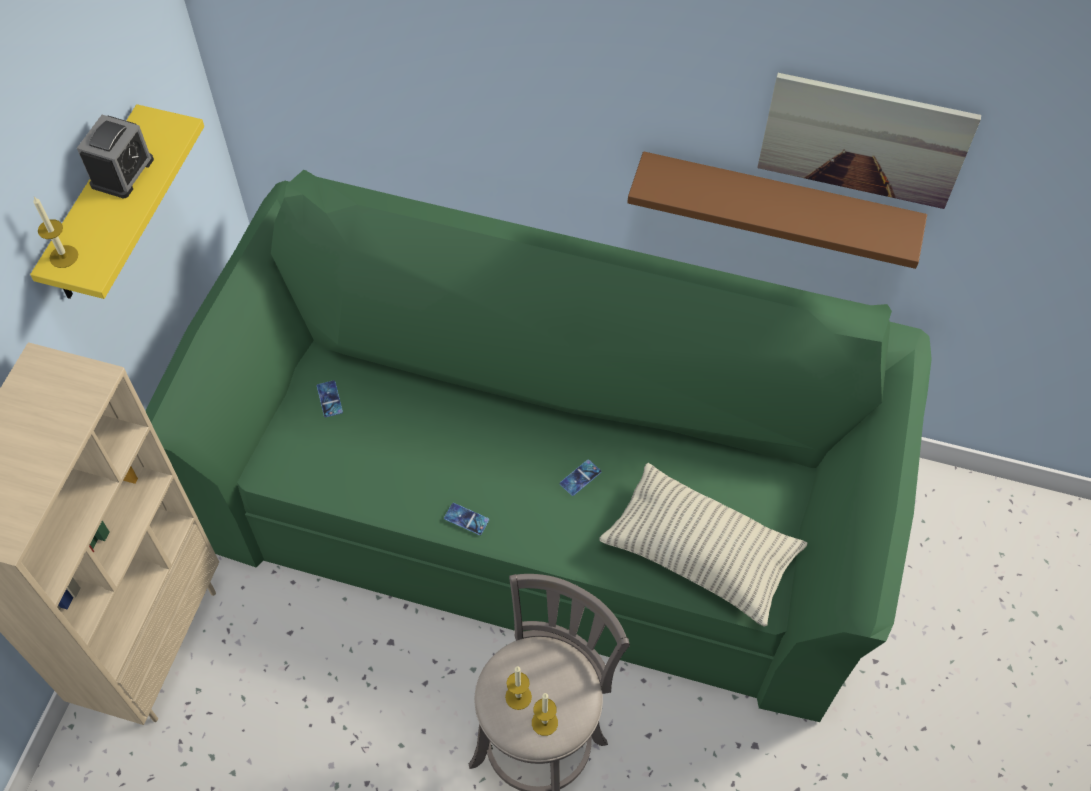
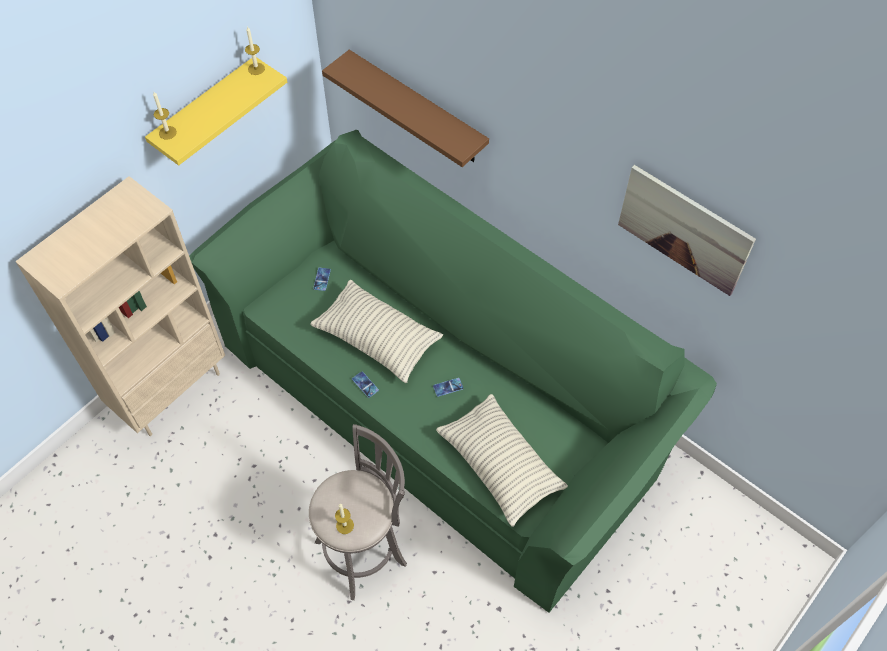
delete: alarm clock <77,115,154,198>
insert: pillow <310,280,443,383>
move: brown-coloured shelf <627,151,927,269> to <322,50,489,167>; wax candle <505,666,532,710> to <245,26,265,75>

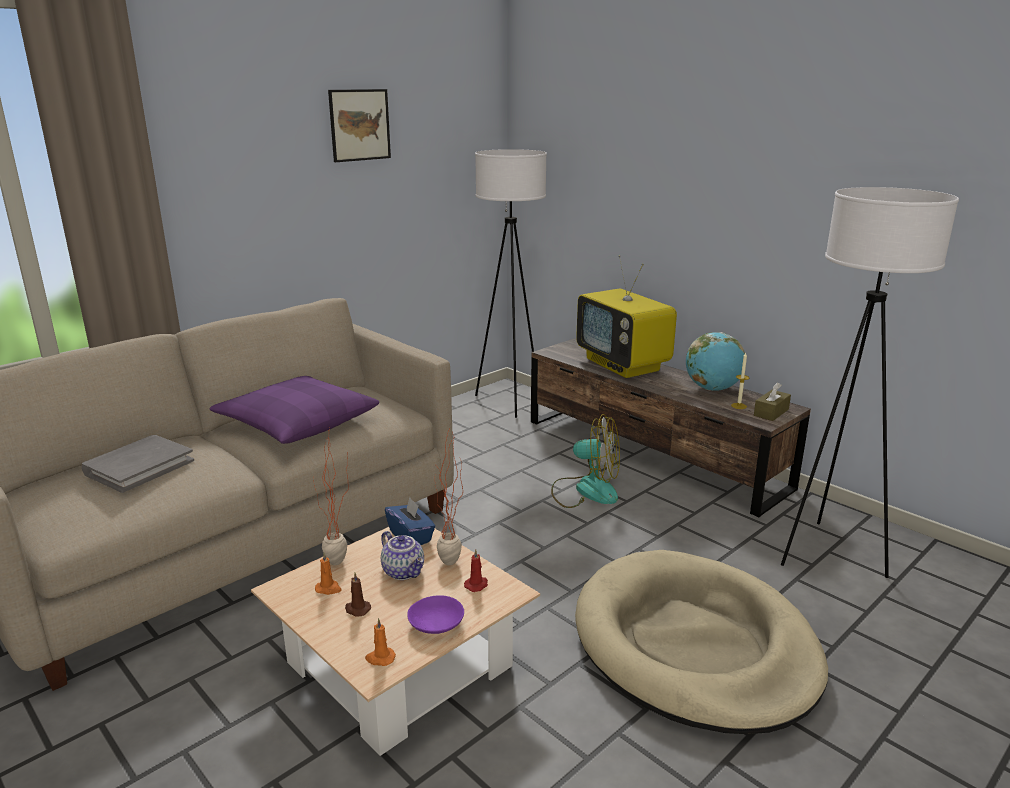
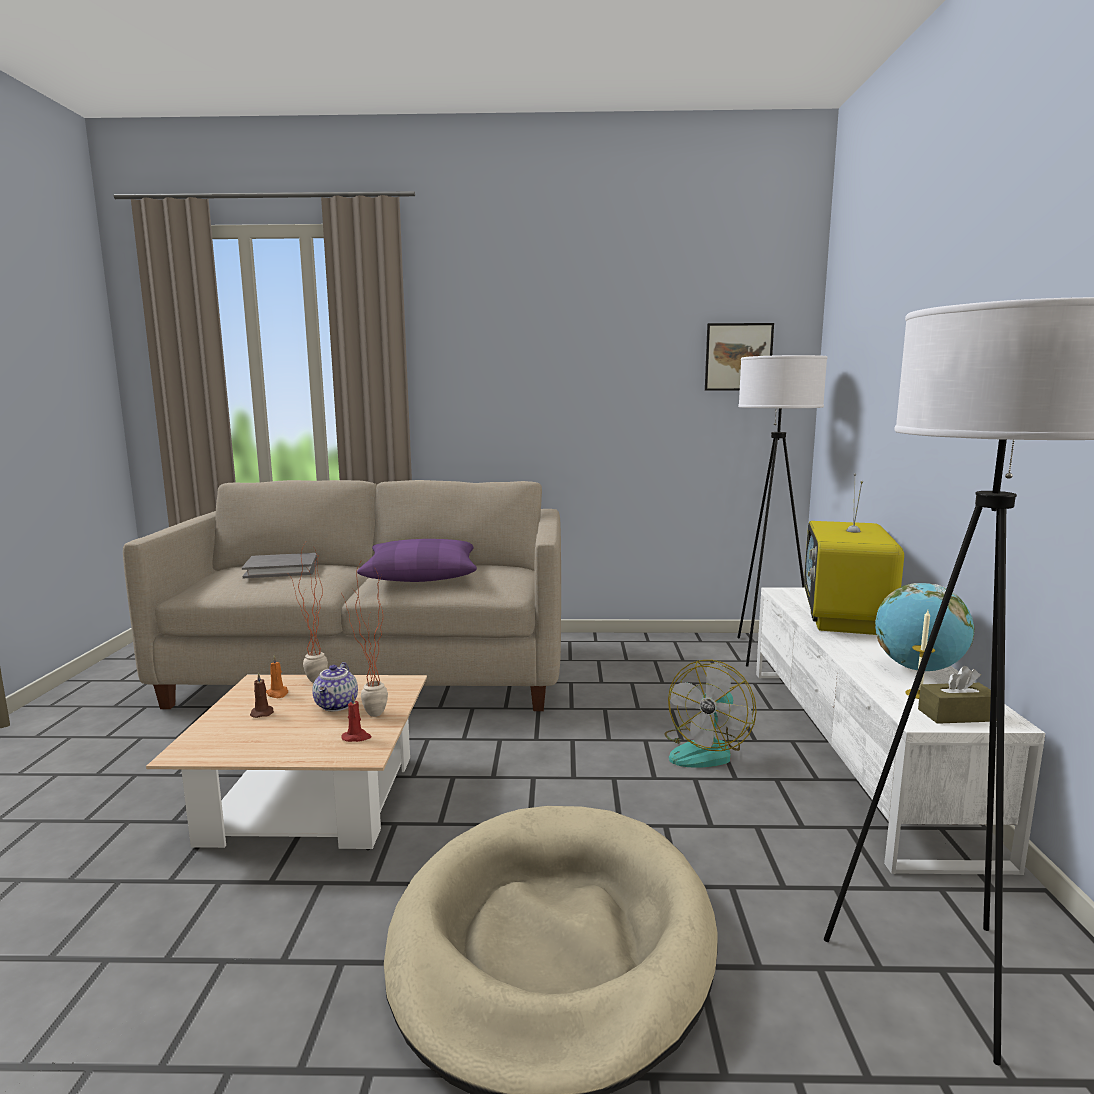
delete: blue-coloured box of tissues <385,497,435,545>; purple-coloured serving bowl <407,595,464,634>; orange-coloured wax candle <365,618,396,666>
move: picture <328,89,391,162> to <705,323,774,391>
recolor: brown-coloured tv unit <531,338,811,517> to white-coloured tv unit <756,587,1045,875>
rotate: fan <551,414,620,508> = <664,660,757,768> 60 degrees clockwise

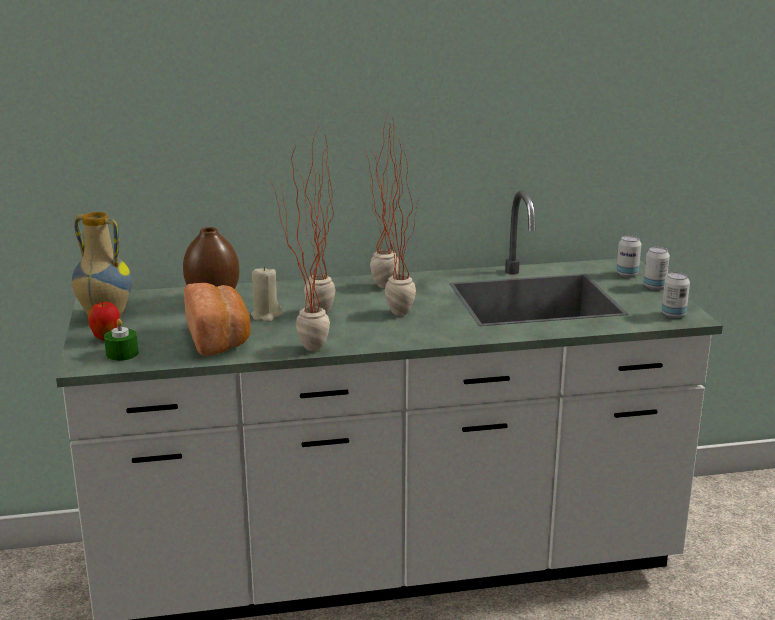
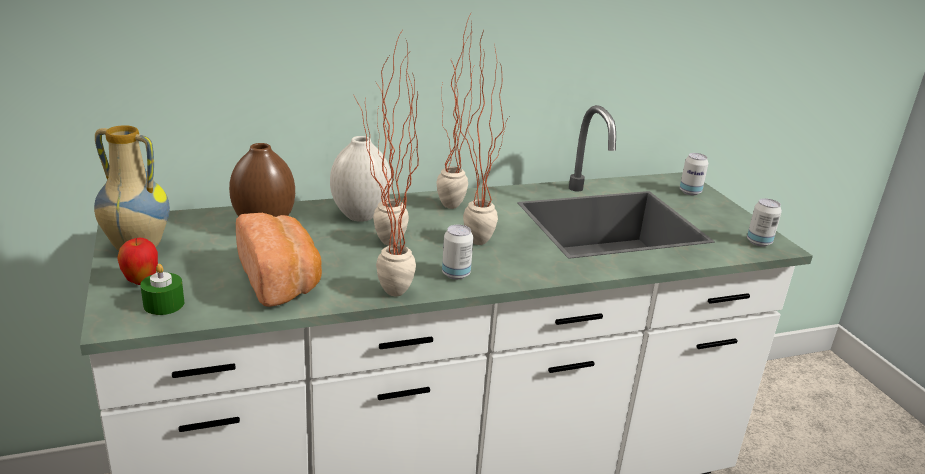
delete: sand-coloured wax candle <251,266,282,322>
insert: white-coloured decorative vase <330,136,392,222>
move: can <643,247,670,290> to <442,225,474,279>

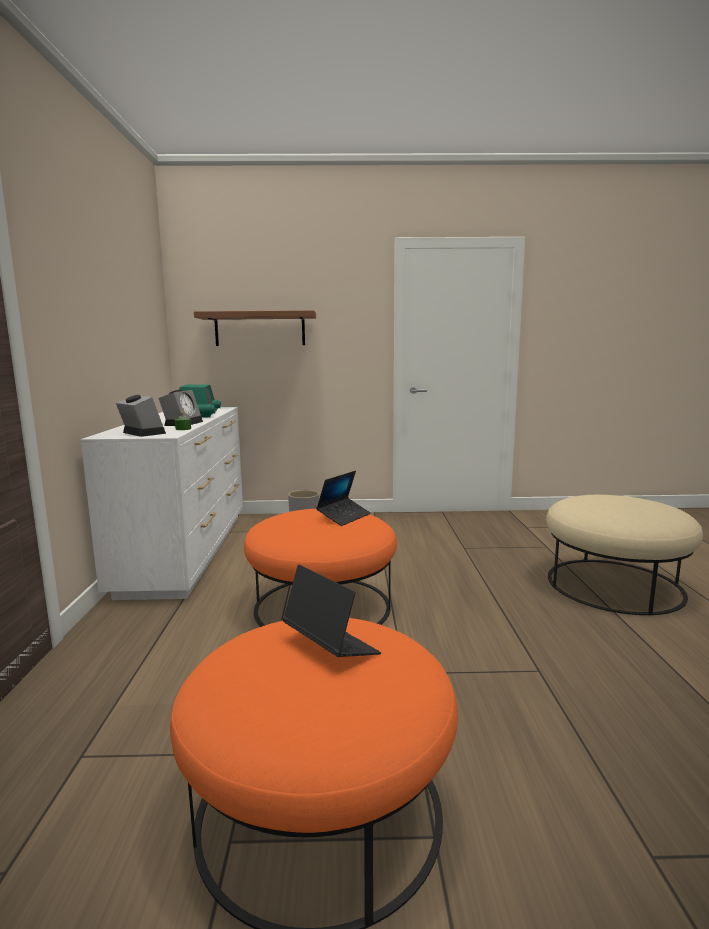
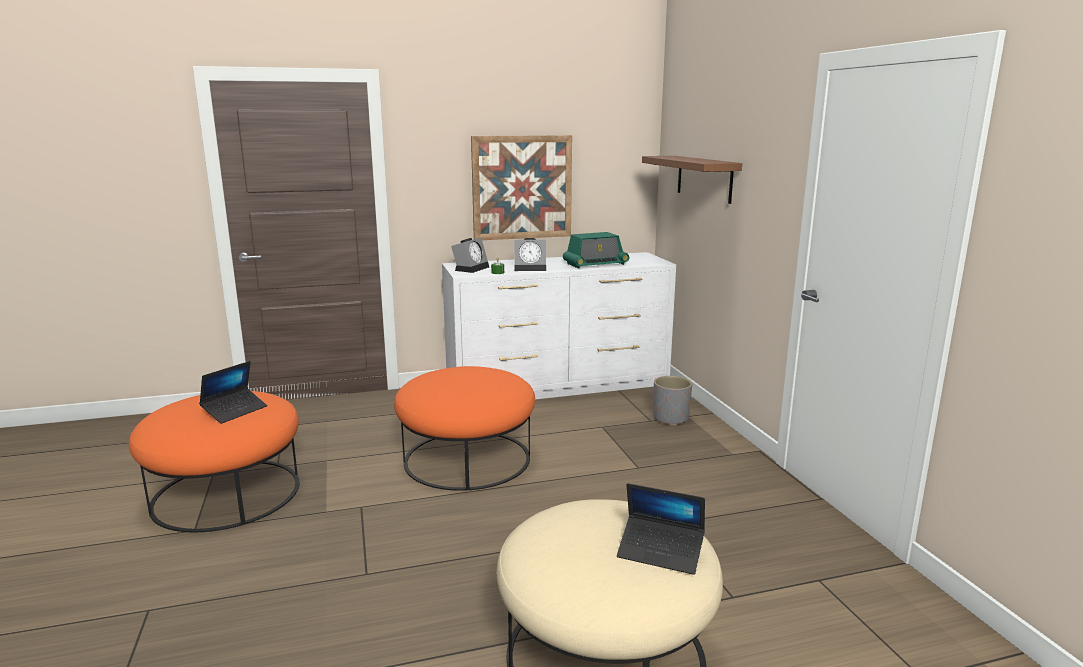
insert: picture <471,135,572,240>
move: laptop <316,471,371,526> to <617,483,705,575>

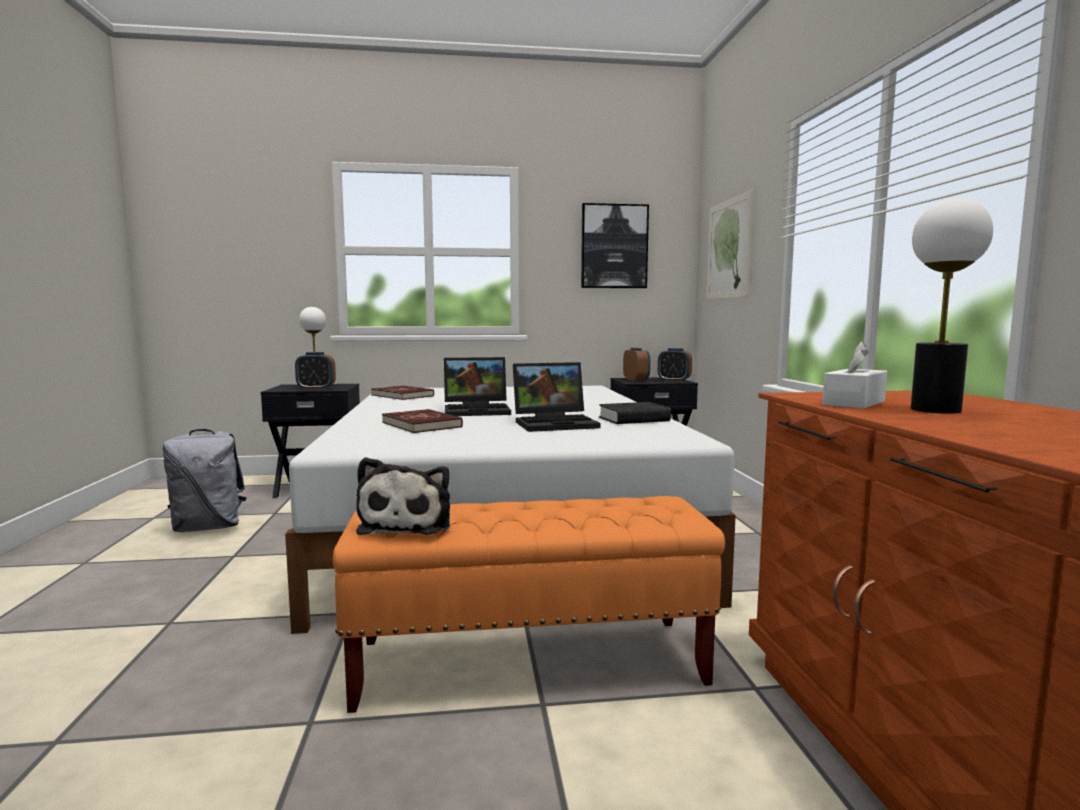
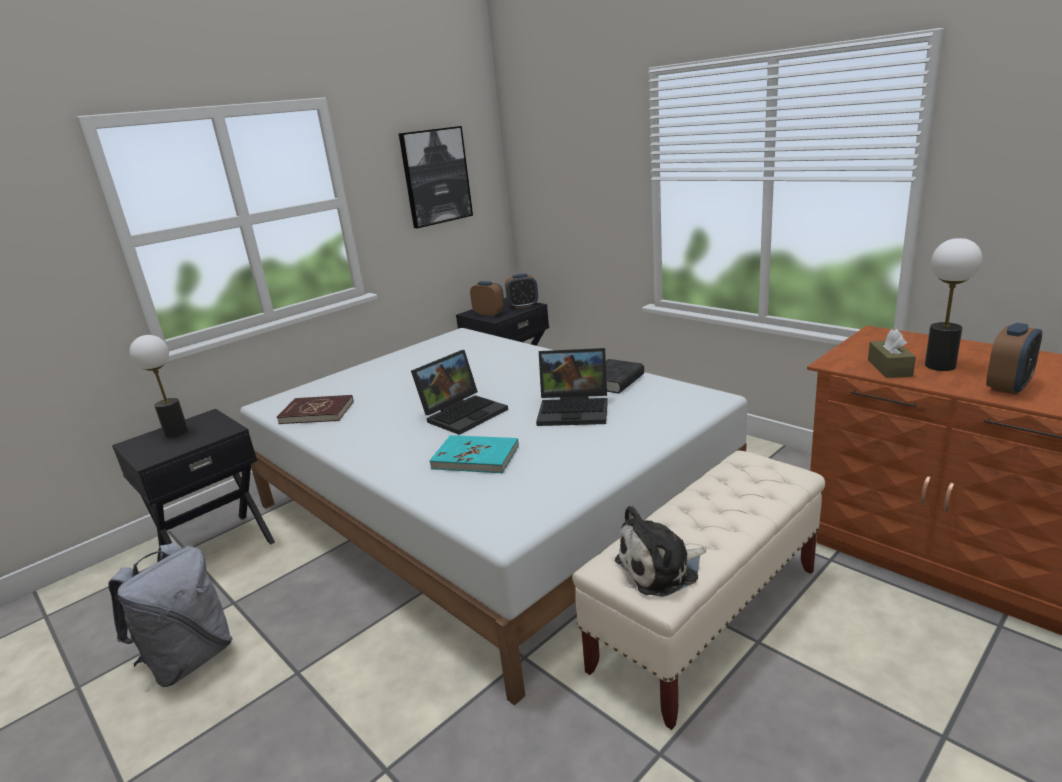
delete: picture <706,190,753,300>
move: alarm clock <295,352,336,390> to <986,323,1042,395>
recolor: white-coloured box of tissues <822,341,887,409> to brown-coloured box of tissues <868,329,916,378>; reddish book <382,409,463,433> to turquoise book <429,435,519,473>; orange-coloured bench <333,496,725,713> to sand-coloured bench <572,450,825,730>
rotate: laptop <513,362,601,432> = <536,348,608,426> 60 degrees clockwise; soft toy <356,457,450,535> = <615,505,706,597> 105 degrees clockwise

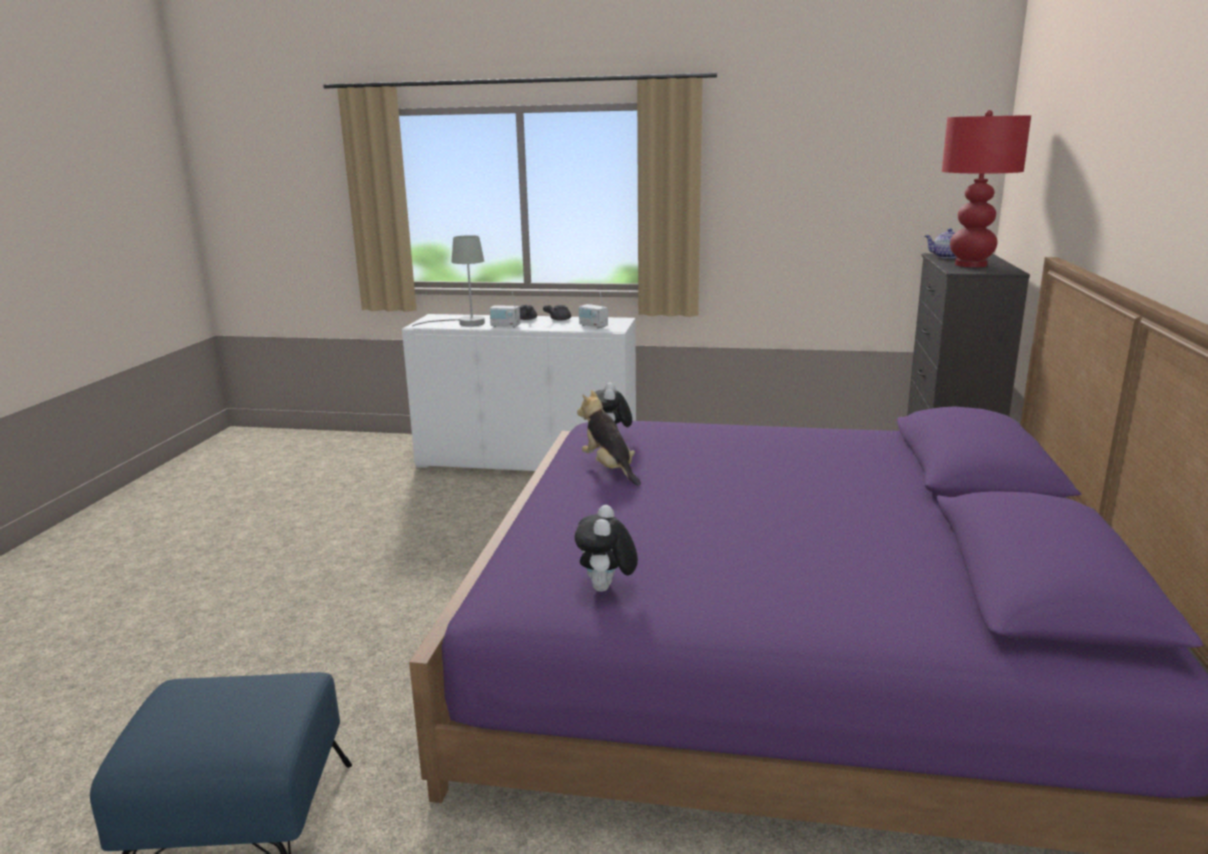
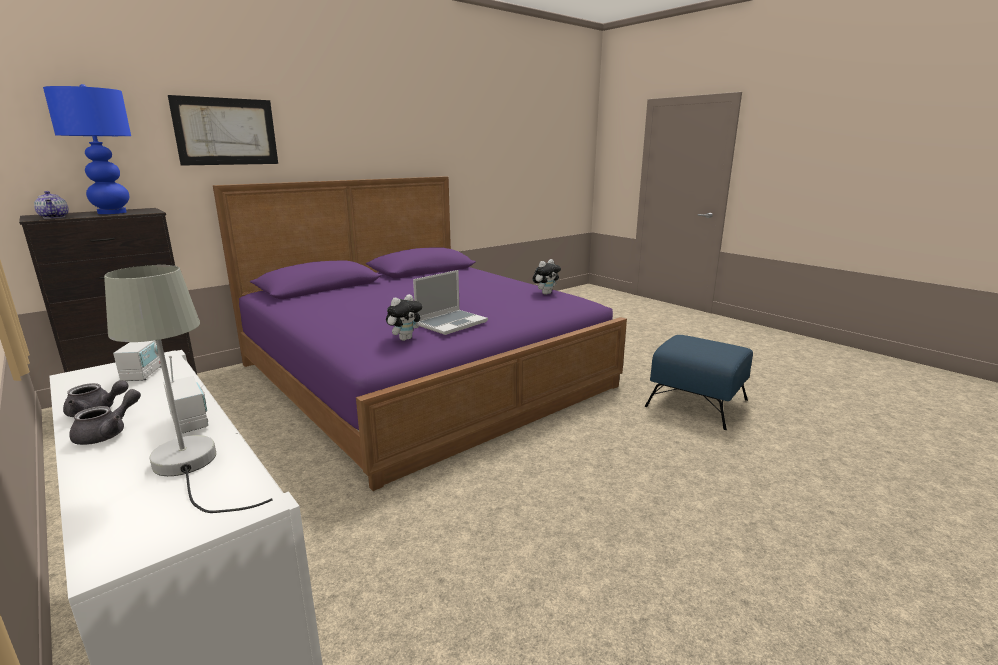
insert: picture <168,95,278,166>
replace: soft toy <577,390,641,486> to laptop <413,270,488,335>
recolor: reddish lamp for a table <942,110,1031,267> to blue-coloured lamp for a table <43,84,131,214>

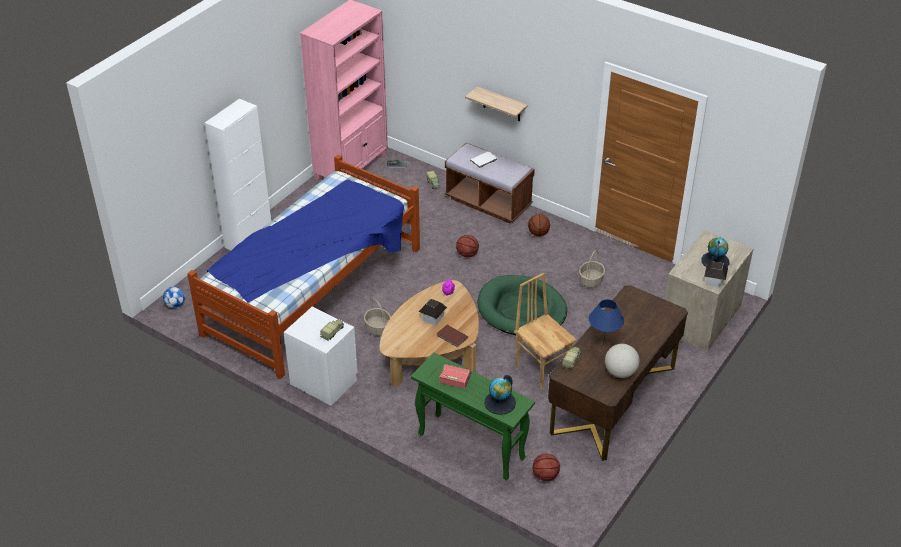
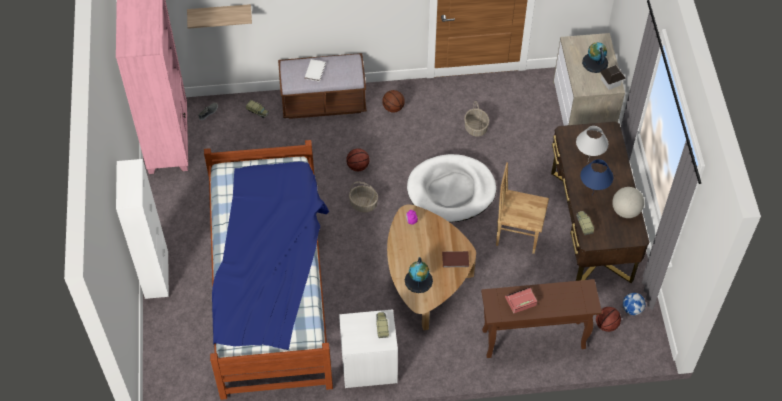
delete: toy house <419,299,447,326>
insert: white-coloured lamp for a table <576,126,609,161>
move: shelf <465,86,528,121> to <187,4,252,29>; ball for football <163,287,185,308> to <623,293,646,315>; household basket <364,297,391,336> to <349,182,378,212>; globe <484,375,516,415> to <405,257,433,293>
recolor: greenish dog cushion <478,275,567,335> to white-coloured dog cushion <407,154,496,222>; greenish hall table <411,352,535,480> to brown-coloured hall table <481,279,602,358>

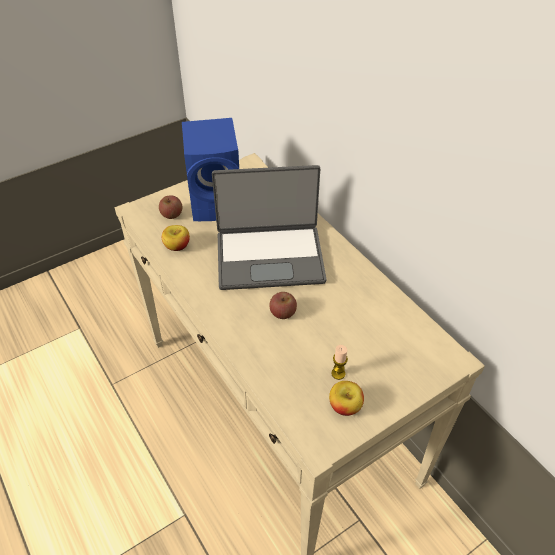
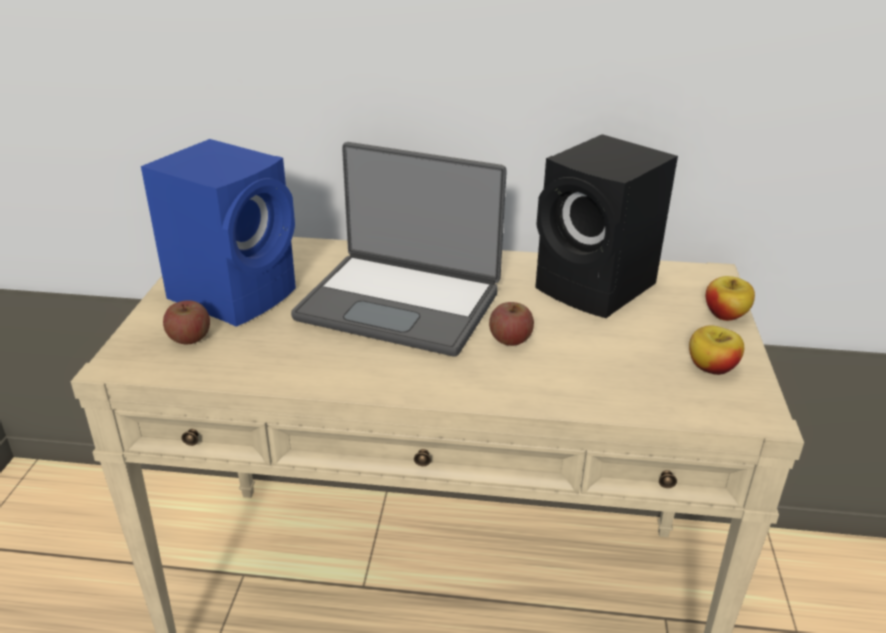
delete: wax candle <331,345,348,380>
insert: black-coloured audio speaker <535,134,678,318>
move: apple <162,225,190,251> to <706,276,755,321>
rotate: laptop <212,165,327,290> = <291,142,507,356> 75 degrees clockwise

